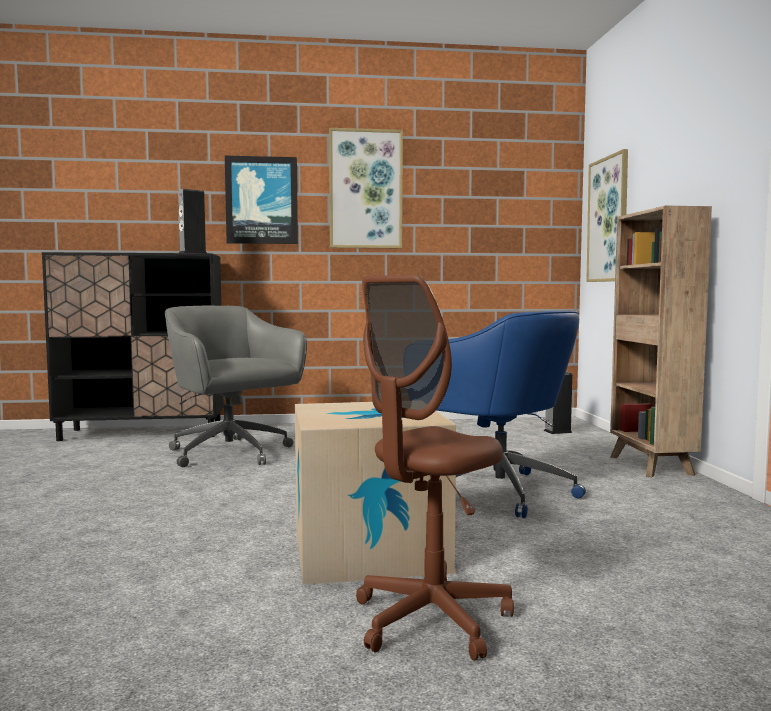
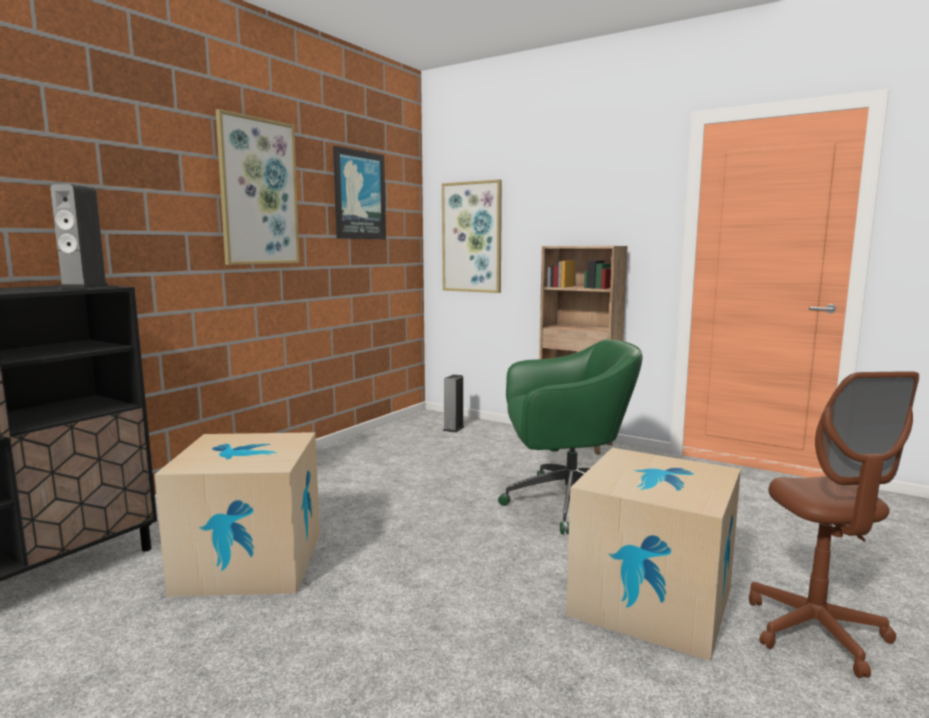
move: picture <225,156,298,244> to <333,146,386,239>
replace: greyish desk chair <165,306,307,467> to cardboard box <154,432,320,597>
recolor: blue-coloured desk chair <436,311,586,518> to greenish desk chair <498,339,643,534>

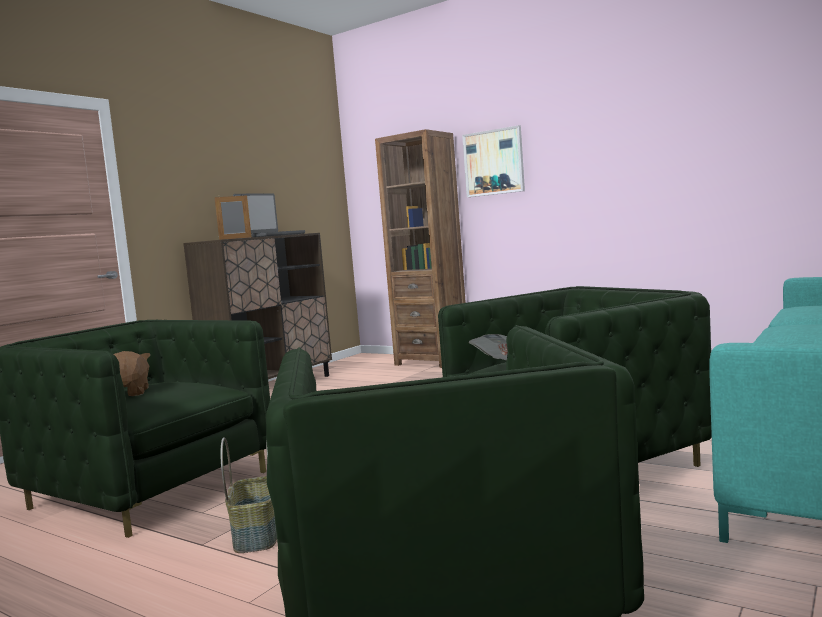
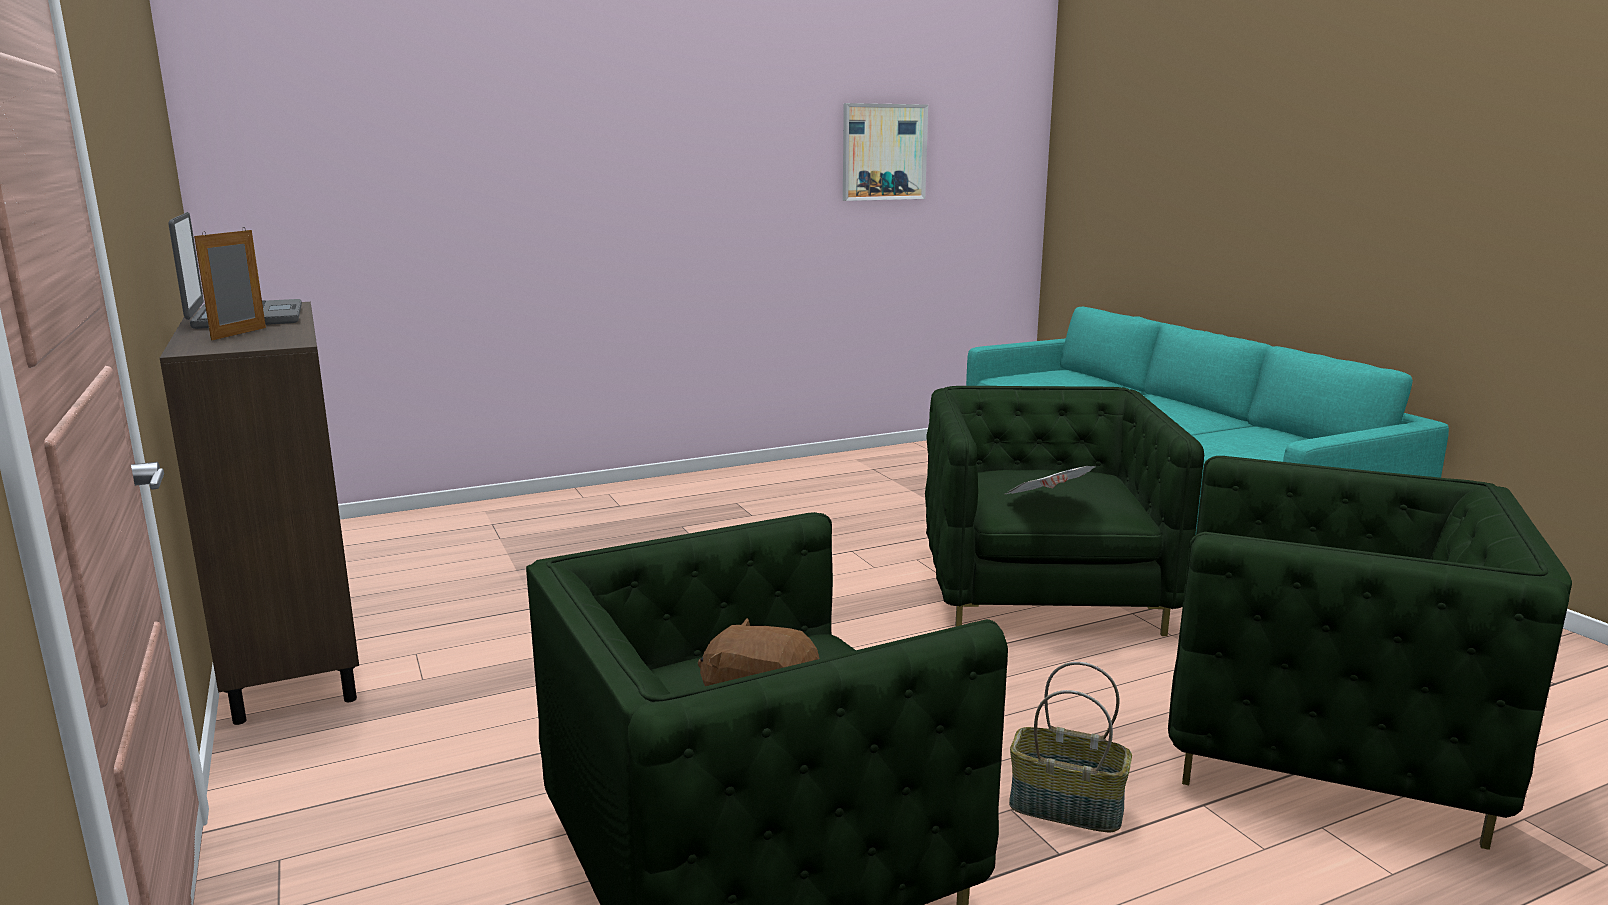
delete: brown-coloured bookshelf <375,129,466,368>
move: picture <462,125,525,197> to <843,103,928,201>

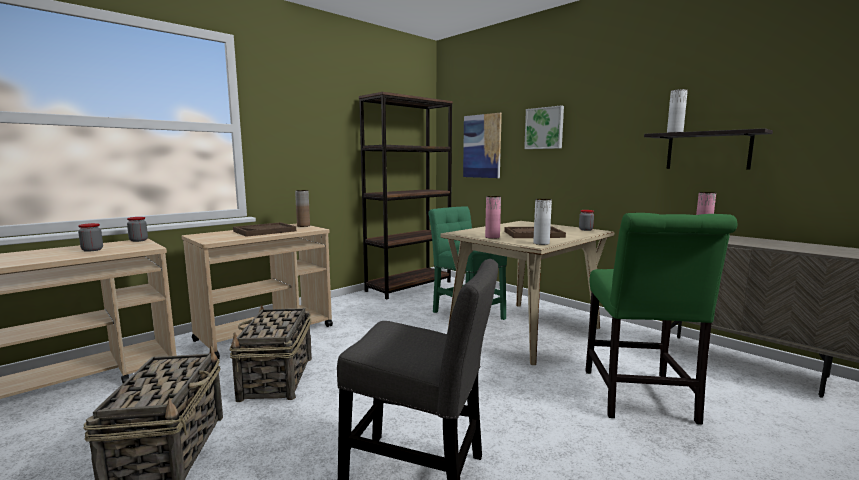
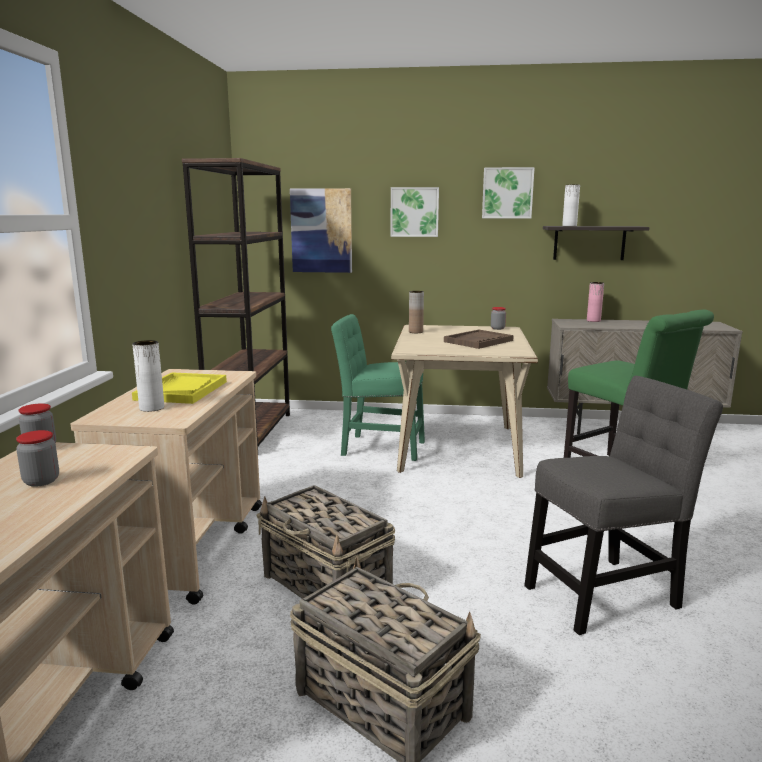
delete: pink-coloured decorative vase <485,196,501,239>
insert: picture <482,167,535,218>
move: brown-coloured decorative vase <295,190,310,227> to <409,291,424,333>; white-coloured decorative vase <533,199,552,245> to <132,340,164,412>
recolor: brown-coloured serving tray <233,222,296,237> to yellowish serving tray <132,372,227,404>

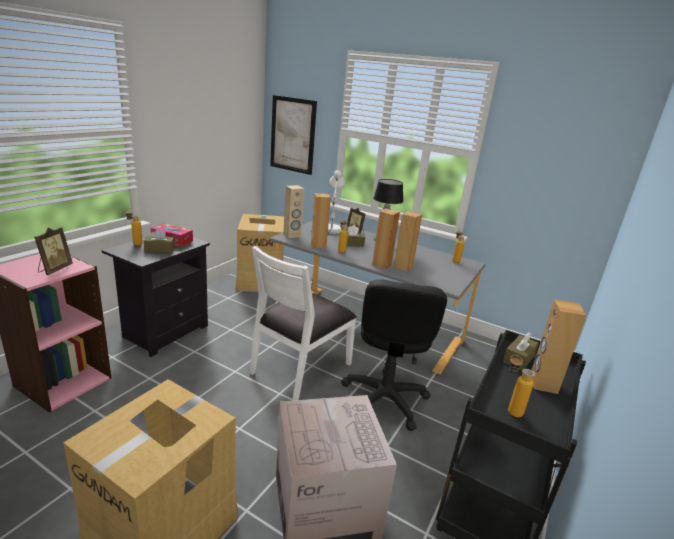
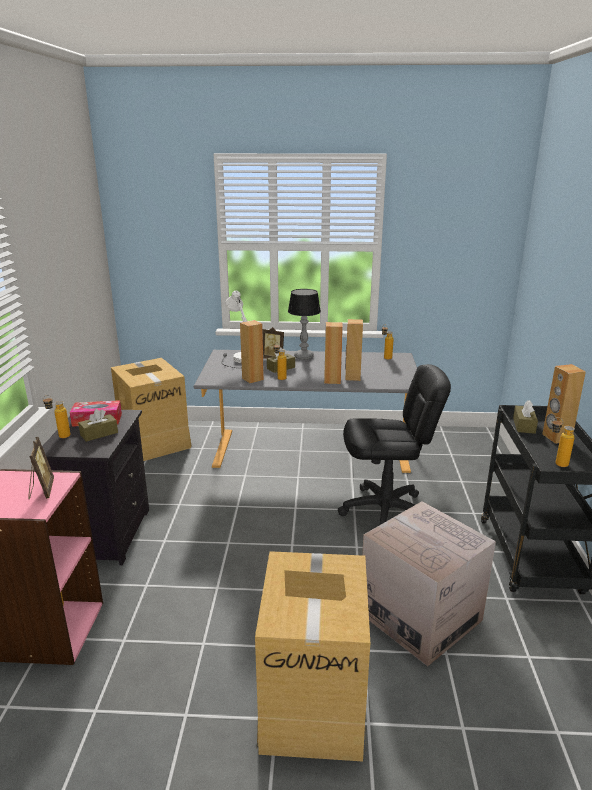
delete: picture <270,95,317,175>; sand-coloured audio speaker <283,185,304,238>; white-coloured plain chair <249,246,356,401>
rotate: black-coloured desk chair <341,279,447,431> = <338,364,451,525> 75 degrees counterclockwise

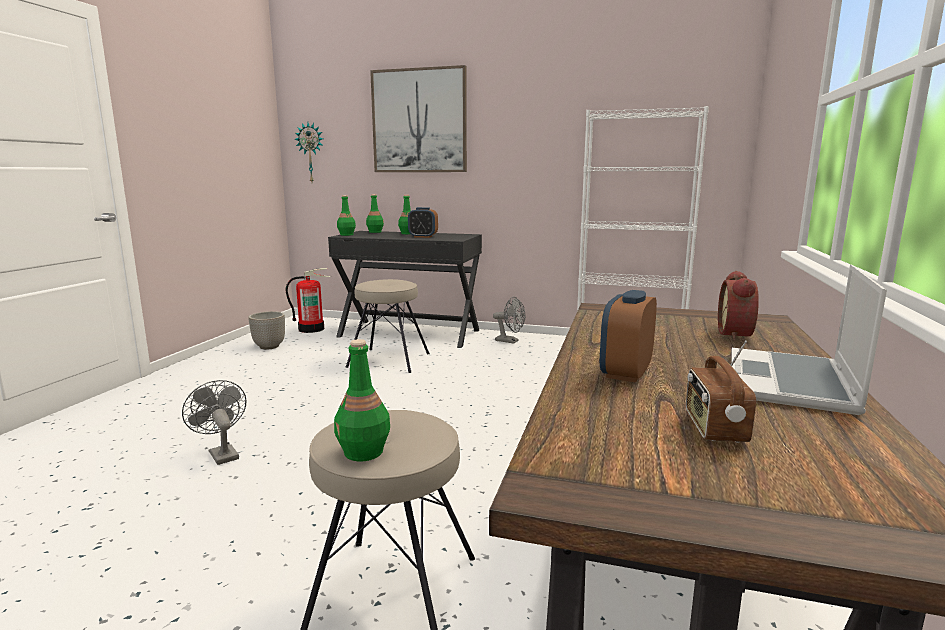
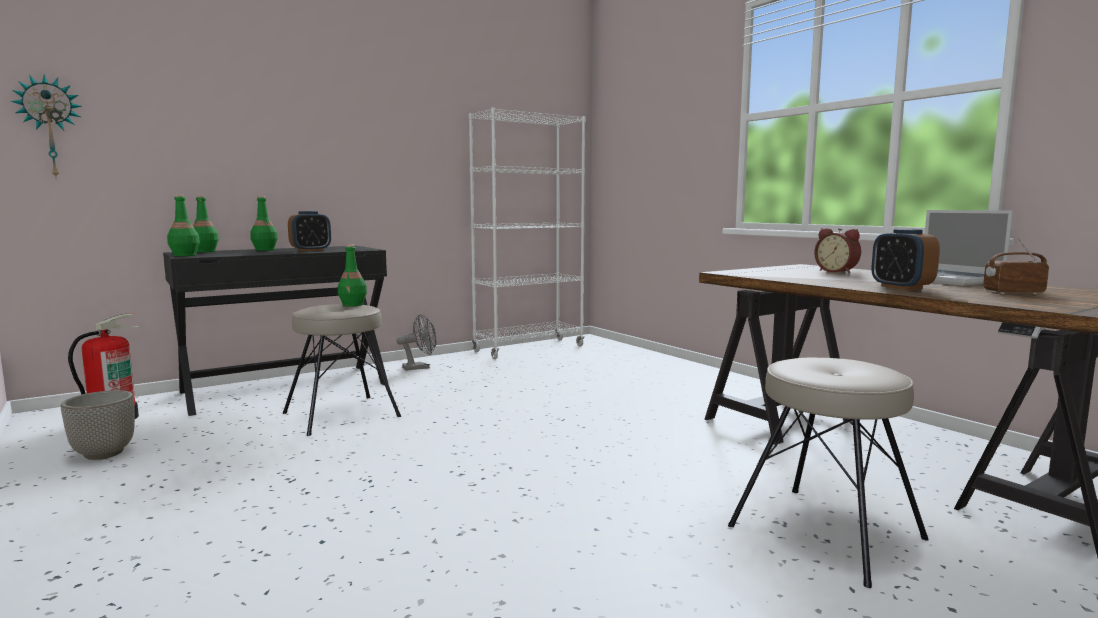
delete: picture <370,65,467,172>; greyish fan <182,380,246,465>
move: greenish beverage bottle <334,339,390,461> to <338,245,367,307>
rotate: radio <686,340,756,443> = <983,236,1049,294> 135 degrees clockwise

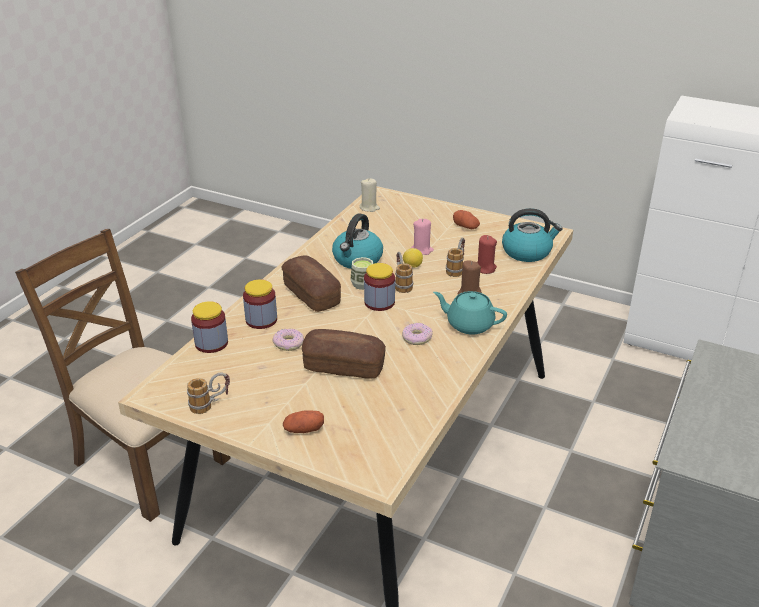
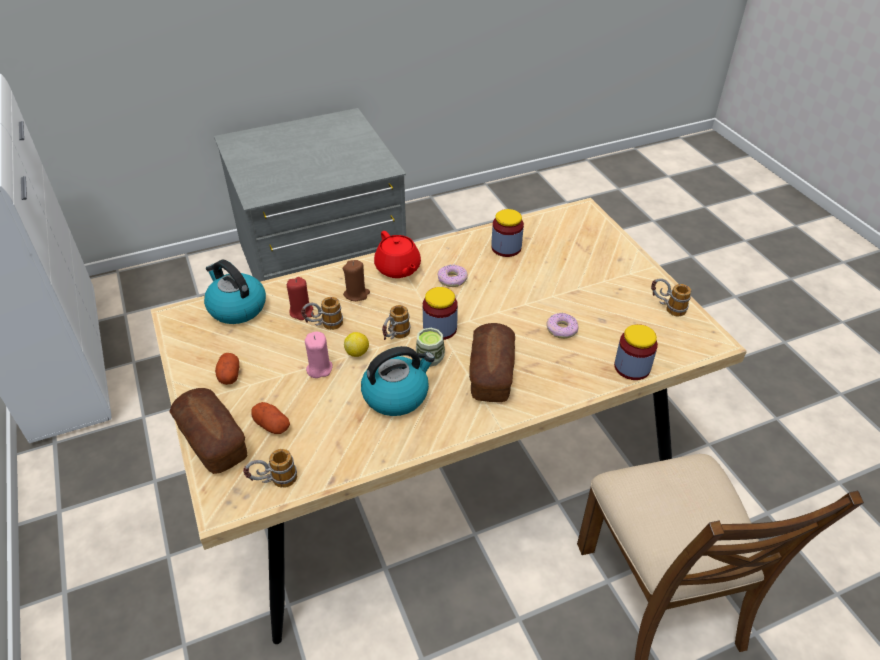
move: storage jar <243,279,277,329> to <491,209,524,257>; bread <302,329,386,379> to <169,388,247,474>; spud <283,410,324,433> to <252,402,290,434>
replace: sand-coloured wax candle <359,178,380,212> to mug <243,449,297,488>
recolor: turquoise pot for tea <433,291,507,334> to reddish pot for tea <374,231,421,278>

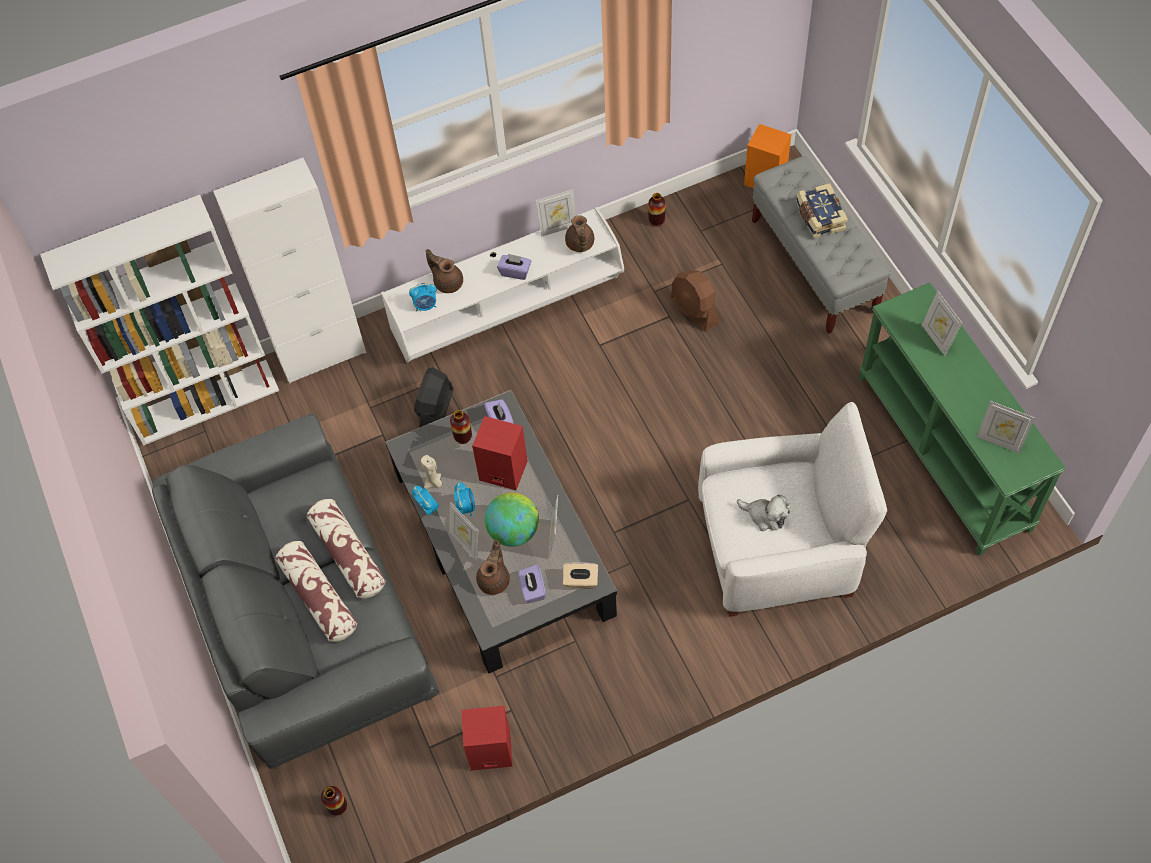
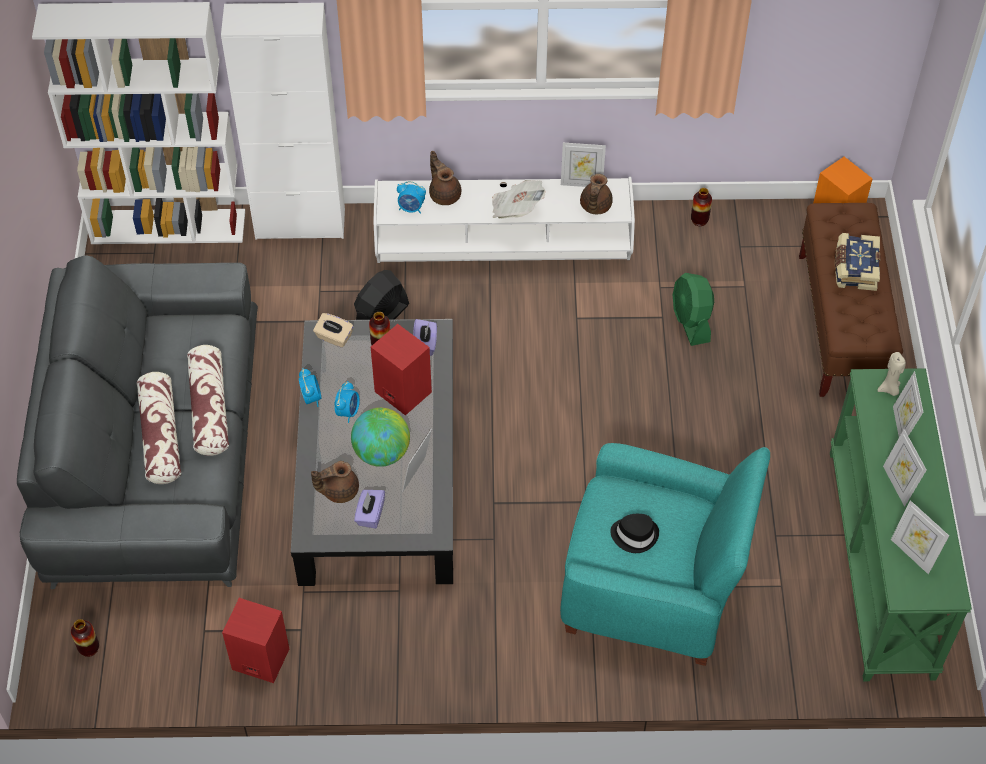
move: sand-coloured wax candle <421,455,442,489> to <877,352,906,396>; standing frame <449,502,479,560> to <883,429,927,507>; sand-coloured box of tissues <563,562,598,589> to <313,313,354,347>
replace: purple-coloured box of tissues <497,254,531,280> to daily paper <492,180,546,219>; soft toy <737,495,790,531> to black-coloured clothing hat <610,514,659,553>
recolor: greyish bench <752,156,891,334> to brown-coloured bench <799,203,903,397>; brown-coloured fan <670,270,719,332> to greenish fan <673,273,714,346>; white-coloured armchair <698,402,887,617> to turquoise armchair <560,443,770,666>
rotate: brown-coloured pot for tea <476,540,510,595> = <311,461,359,503> 150 degrees counterclockwise

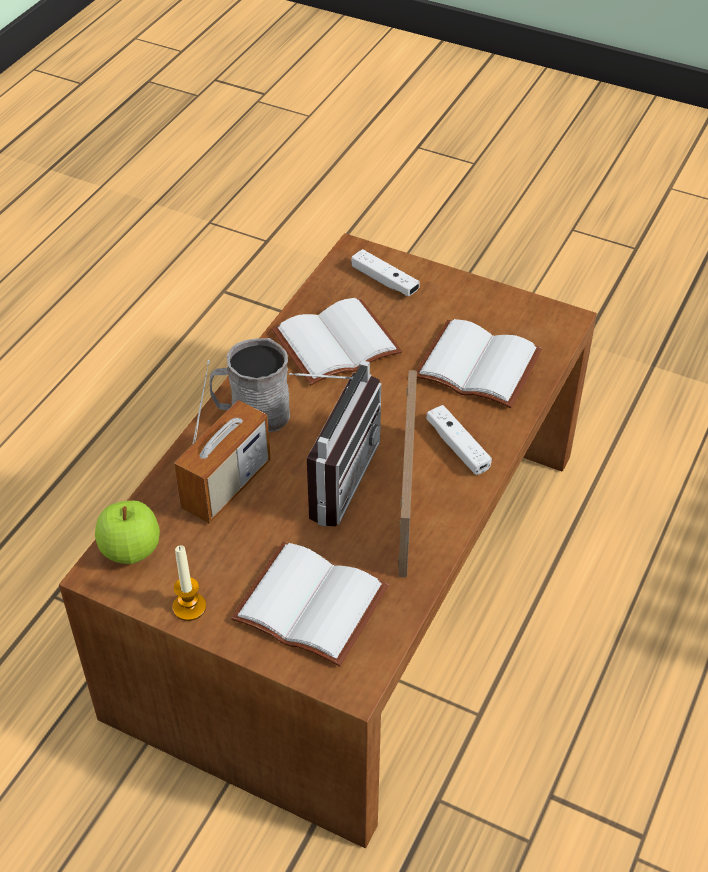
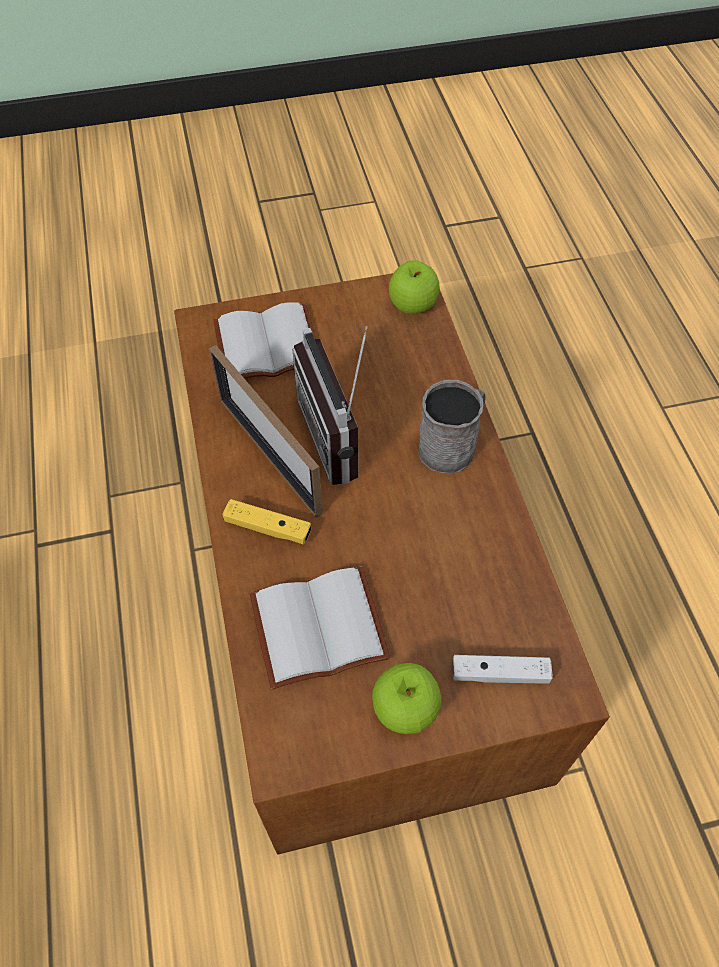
delete: white-coloured book <272,298,402,385>; radio <174,360,271,524>; wax candle <173,545,206,621>
insert: apple <372,663,441,734>
recolor: white-coloured game controller <426,405,492,475> to yellowish game controller <222,499,311,545>

